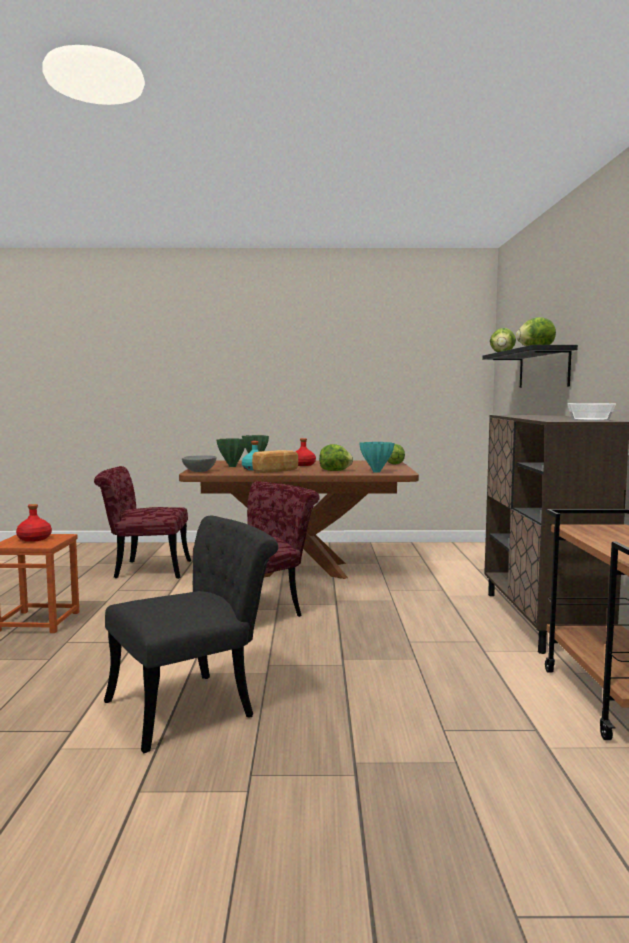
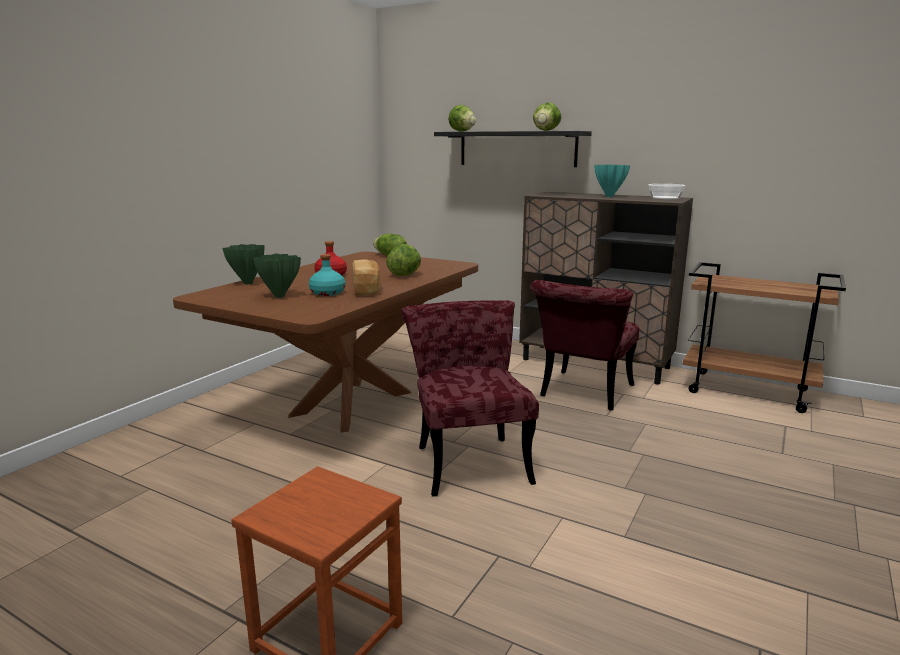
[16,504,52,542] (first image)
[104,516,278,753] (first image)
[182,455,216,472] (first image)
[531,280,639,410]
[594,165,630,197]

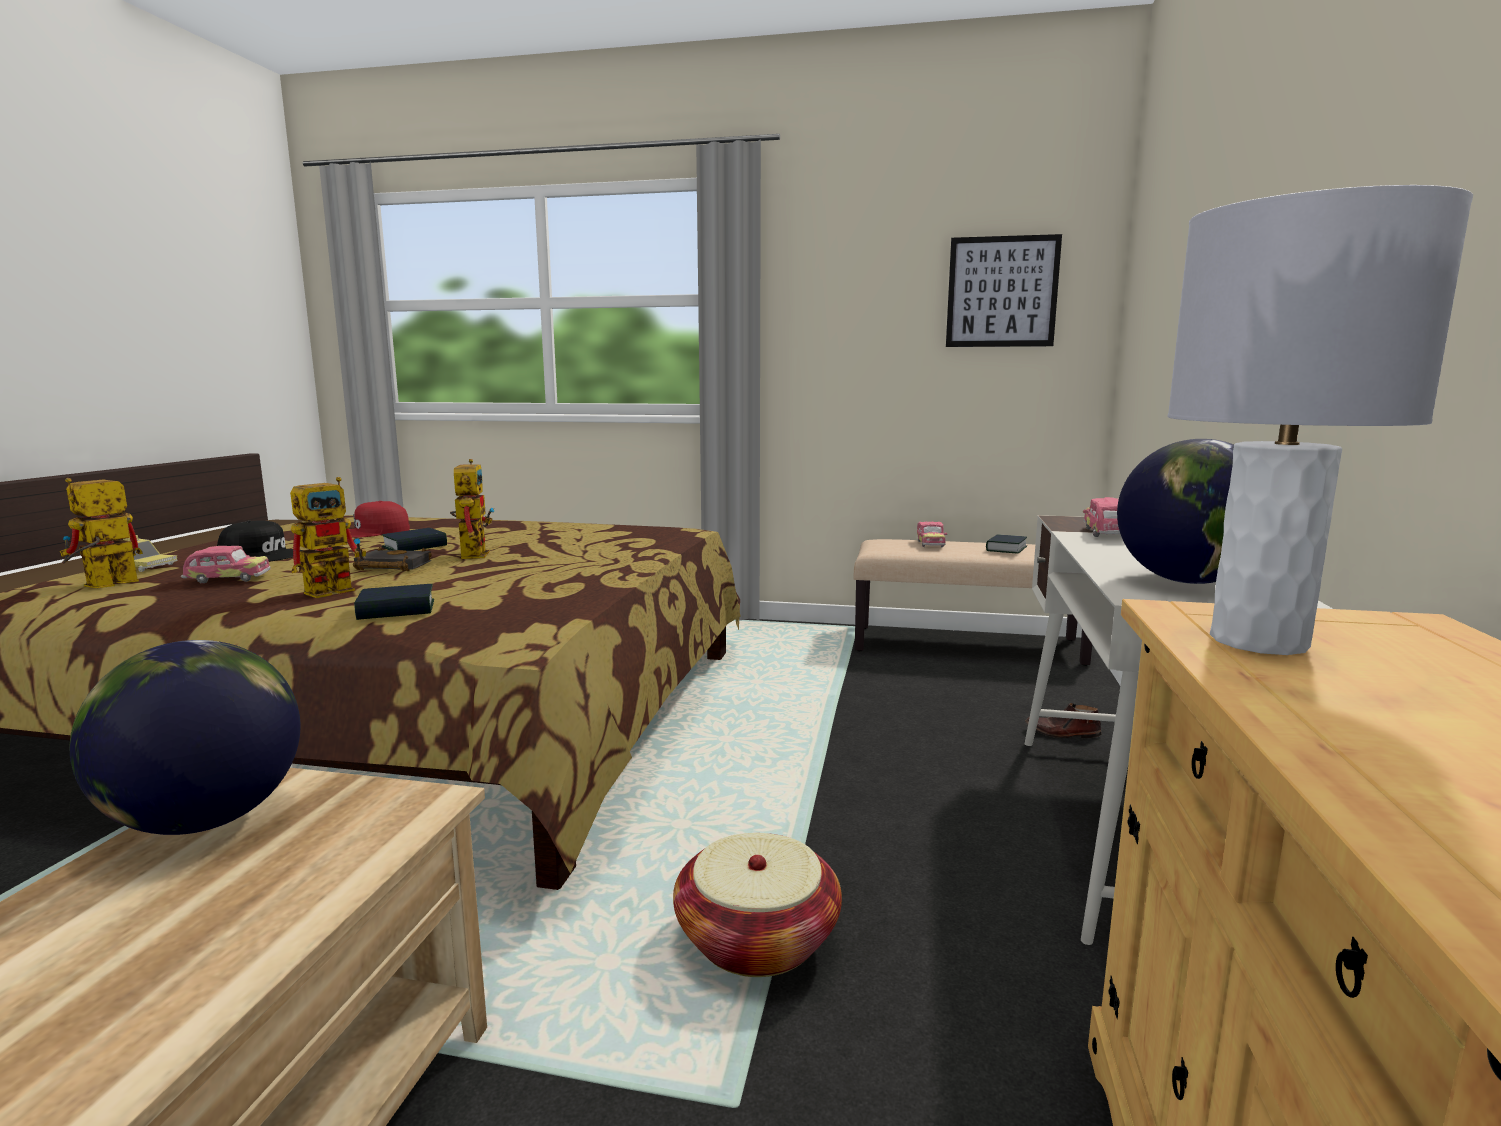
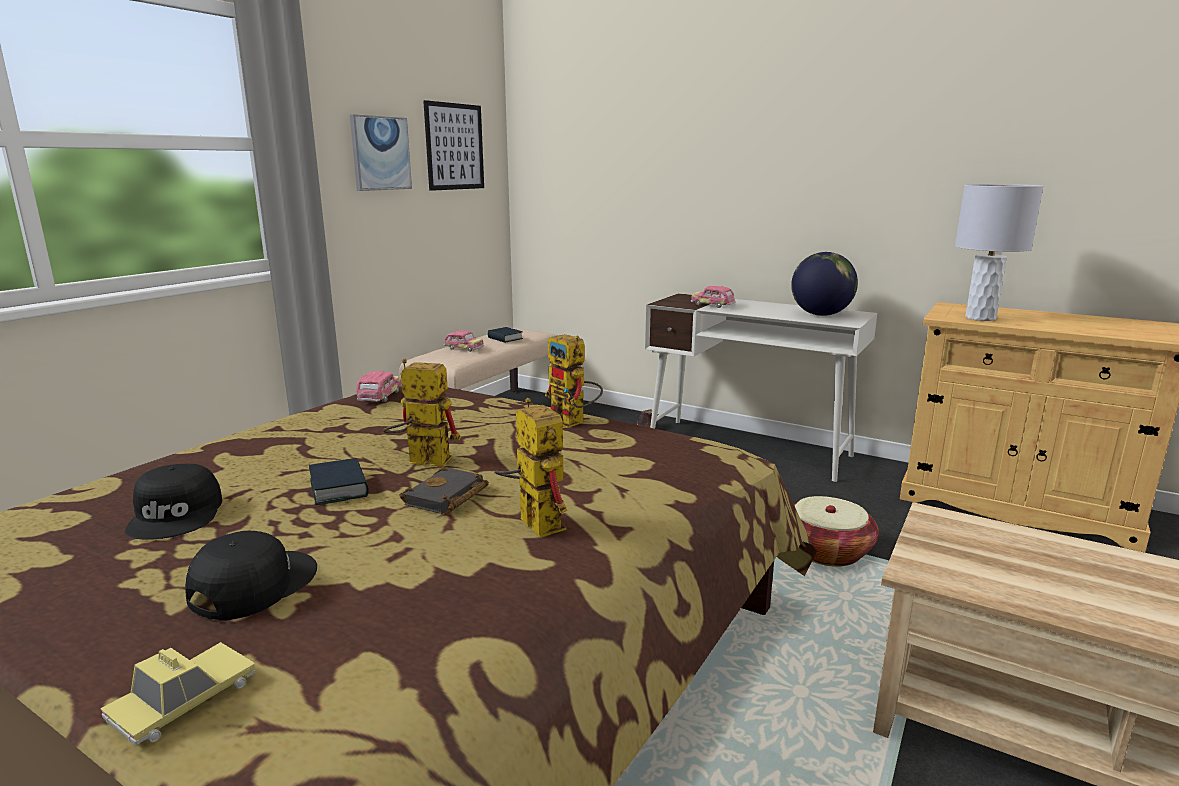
[69,640,300,835] (first image)
[354,584,434,620] (first image)
[350,114,412,191]
[545,334,603,428]
[356,371,402,402]
[125,464,222,540]

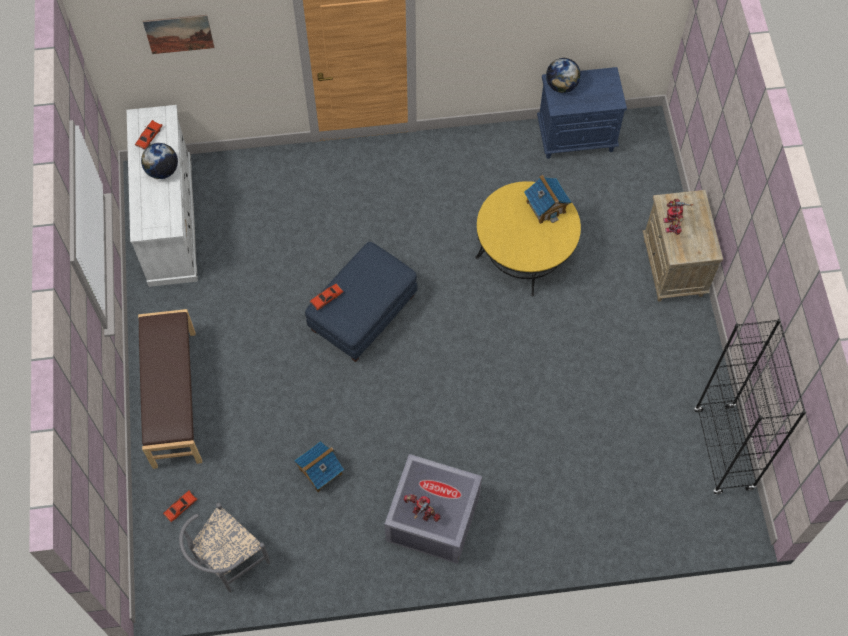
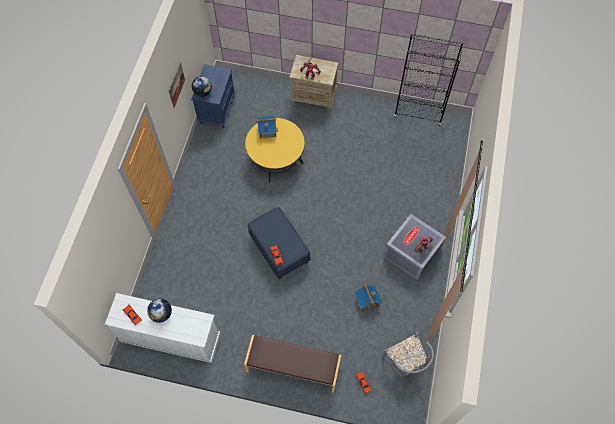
[169,62,185,108]

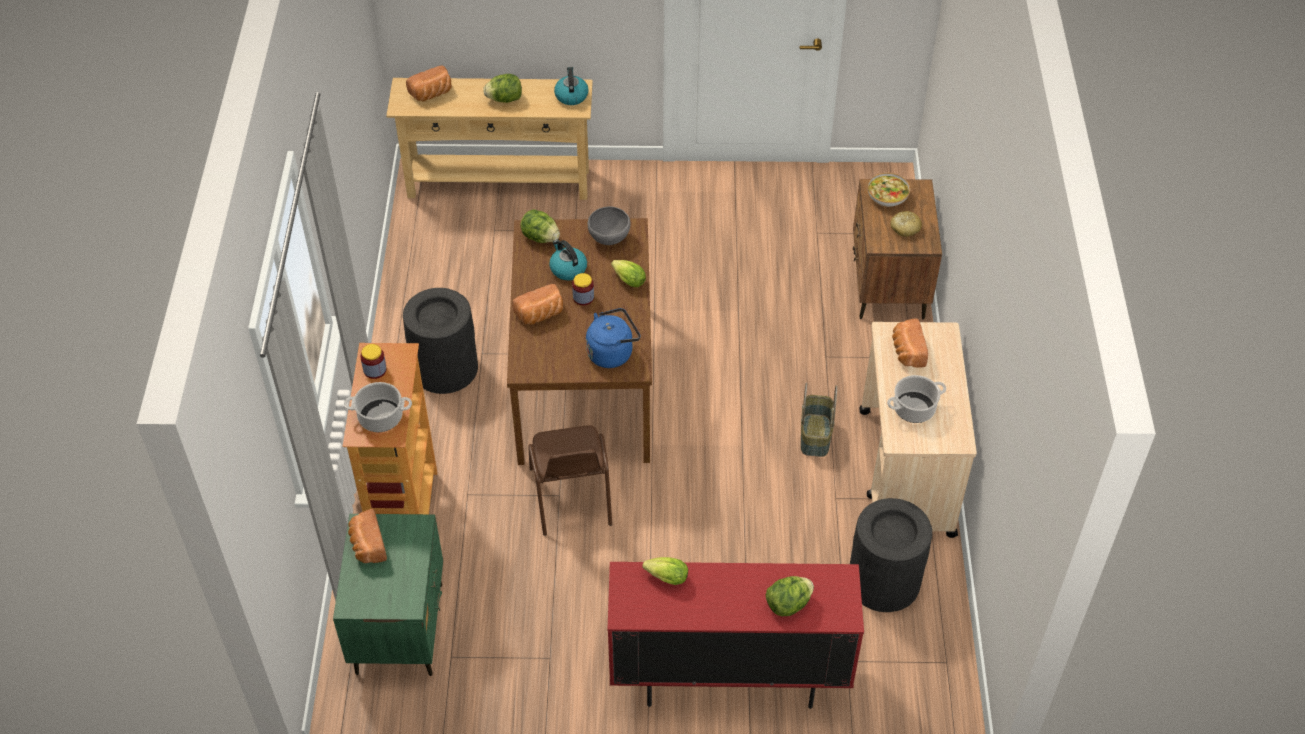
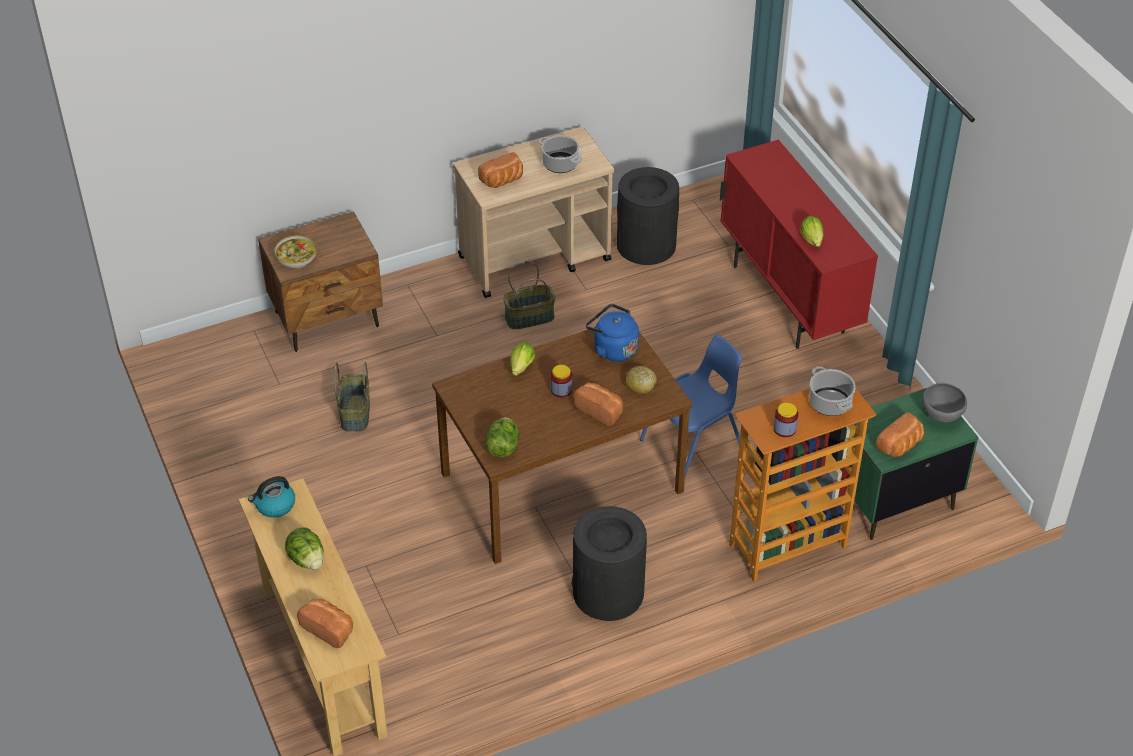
[549,240,587,280] (first image)
[766,576,814,616] (first image)
[334,362,370,432]
[922,383,967,422]
[625,366,657,394]
[640,334,742,477]

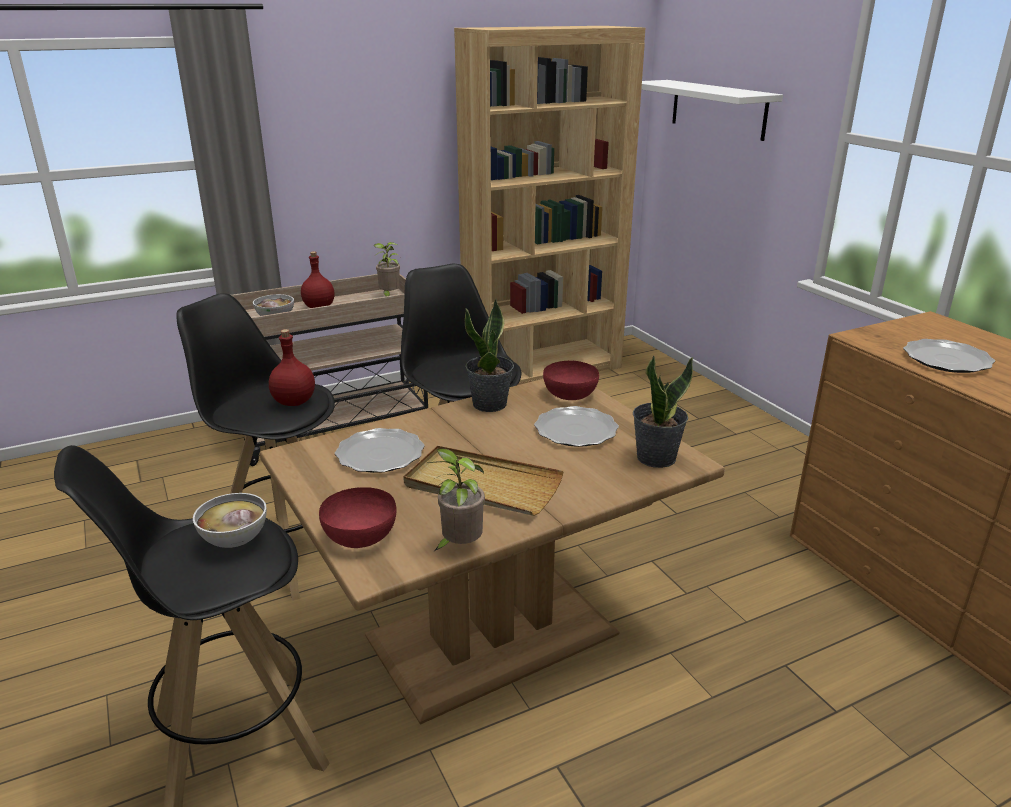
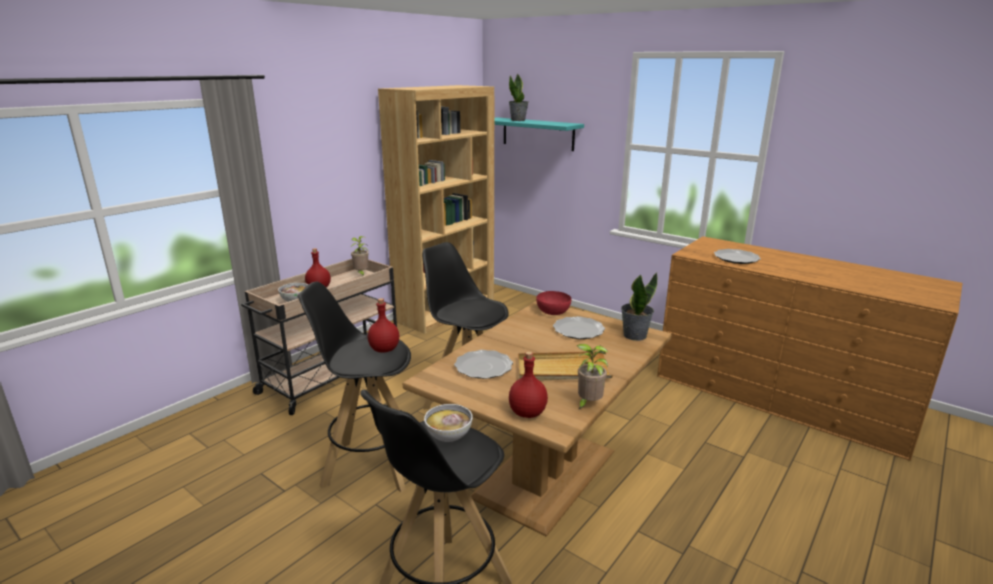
[509,74,528,121]
[509,351,548,418]
[494,117,584,151]

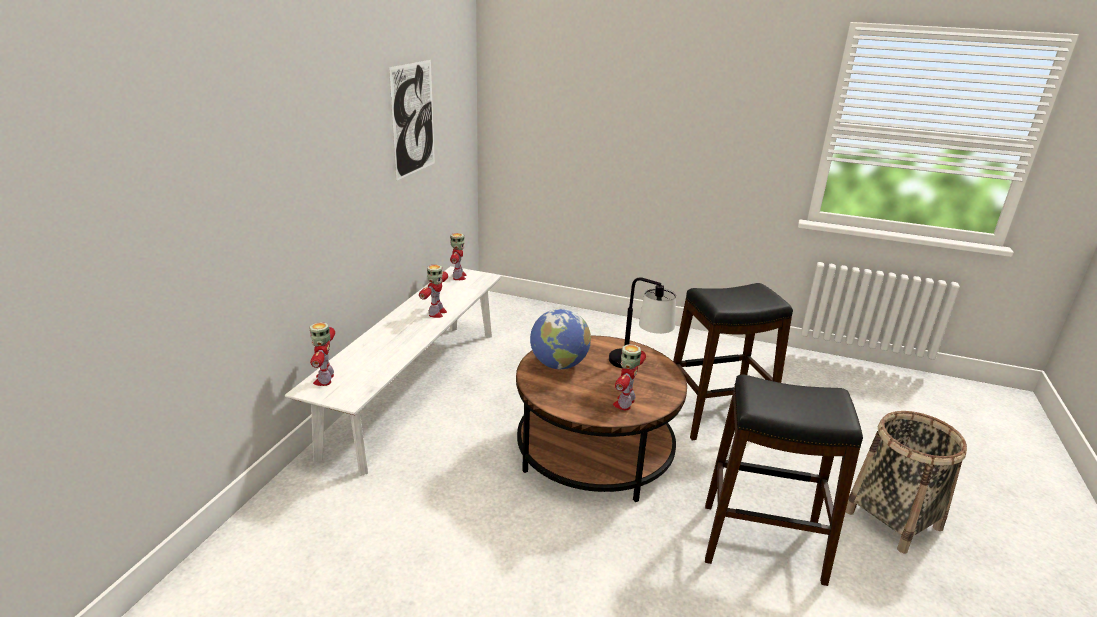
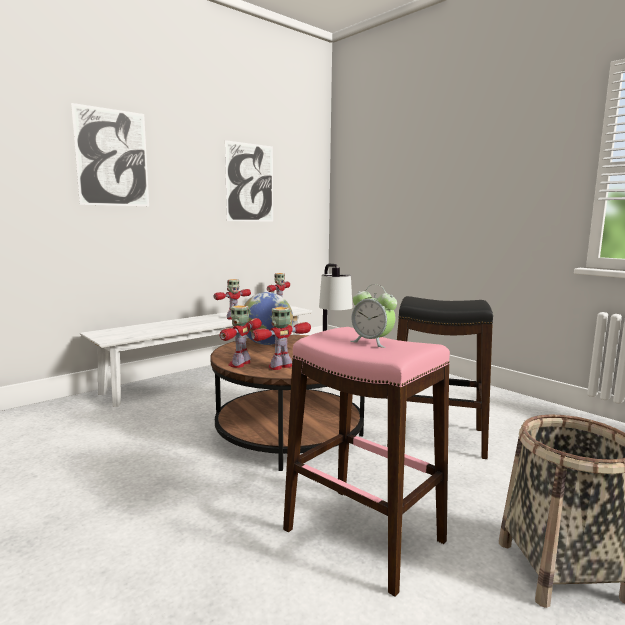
[71,103,149,206]
[350,285,397,348]
[220,305,262,368]
[283,327,450,597]

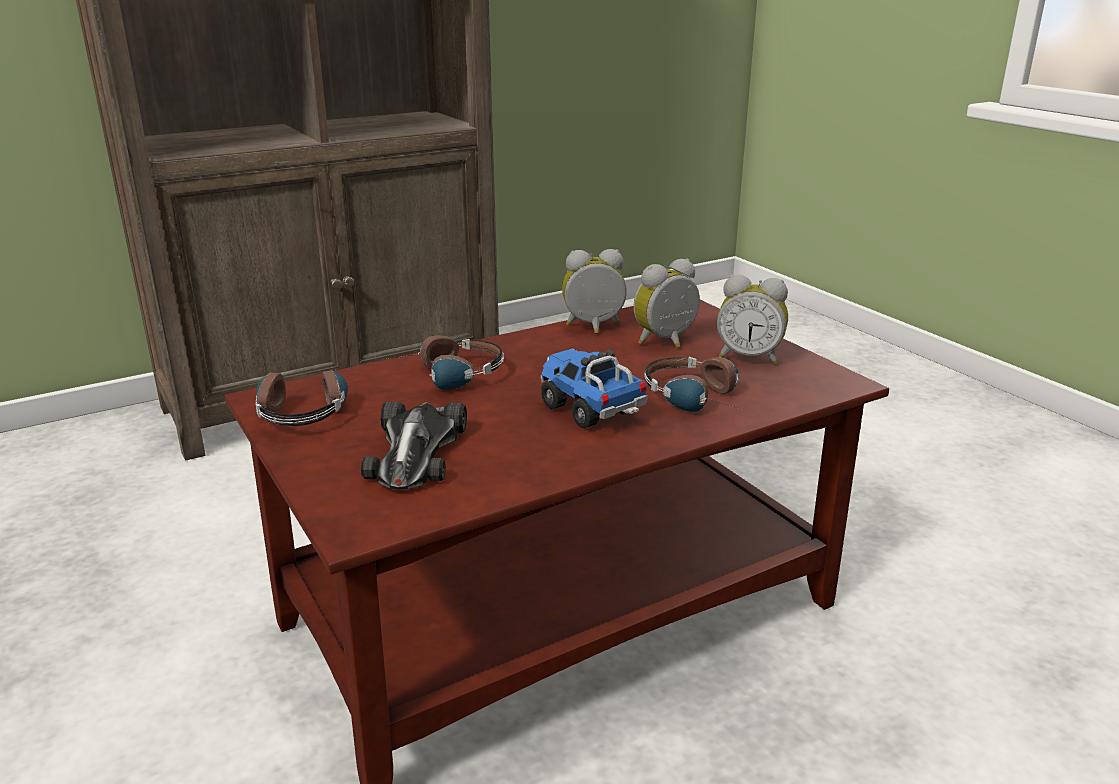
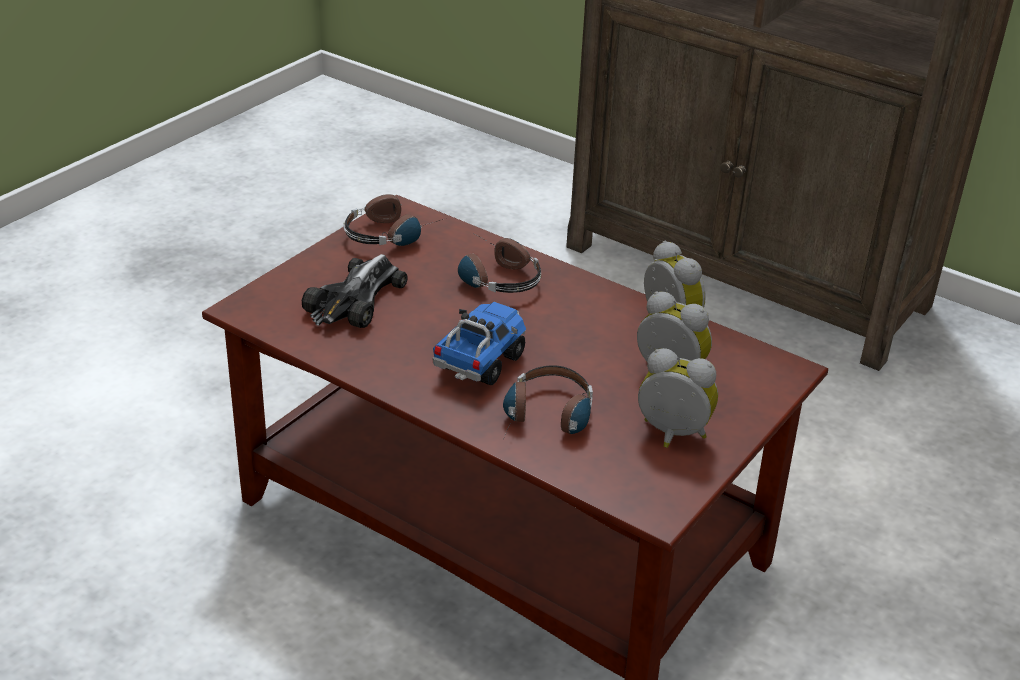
[302,254,408,328]
[638,348,718,448]

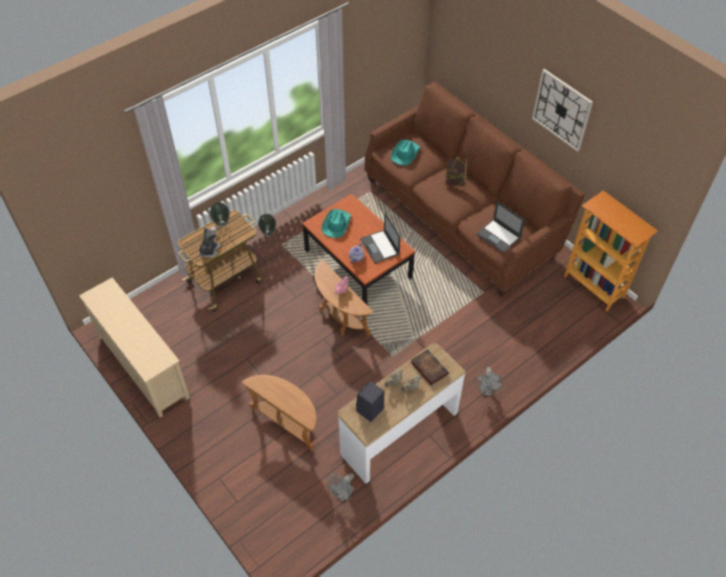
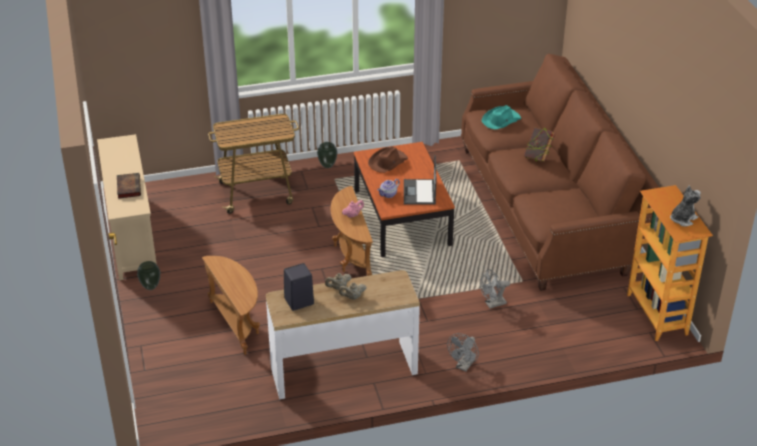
[476,201,525,253] (first image)
[532,69,593,152] (first image)
[670,185,701,227]
[137,261,160,290]
[480,269,510,309]
[117,173,141,199]
[368,146,408,173]

